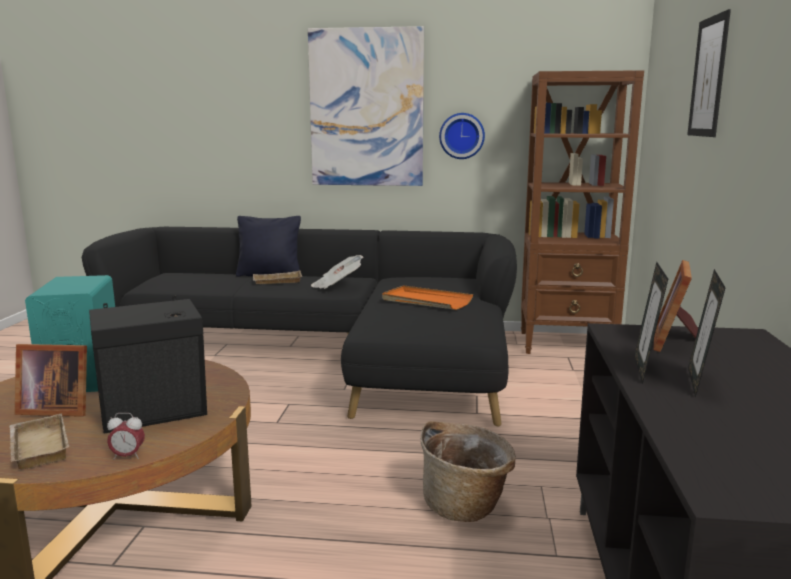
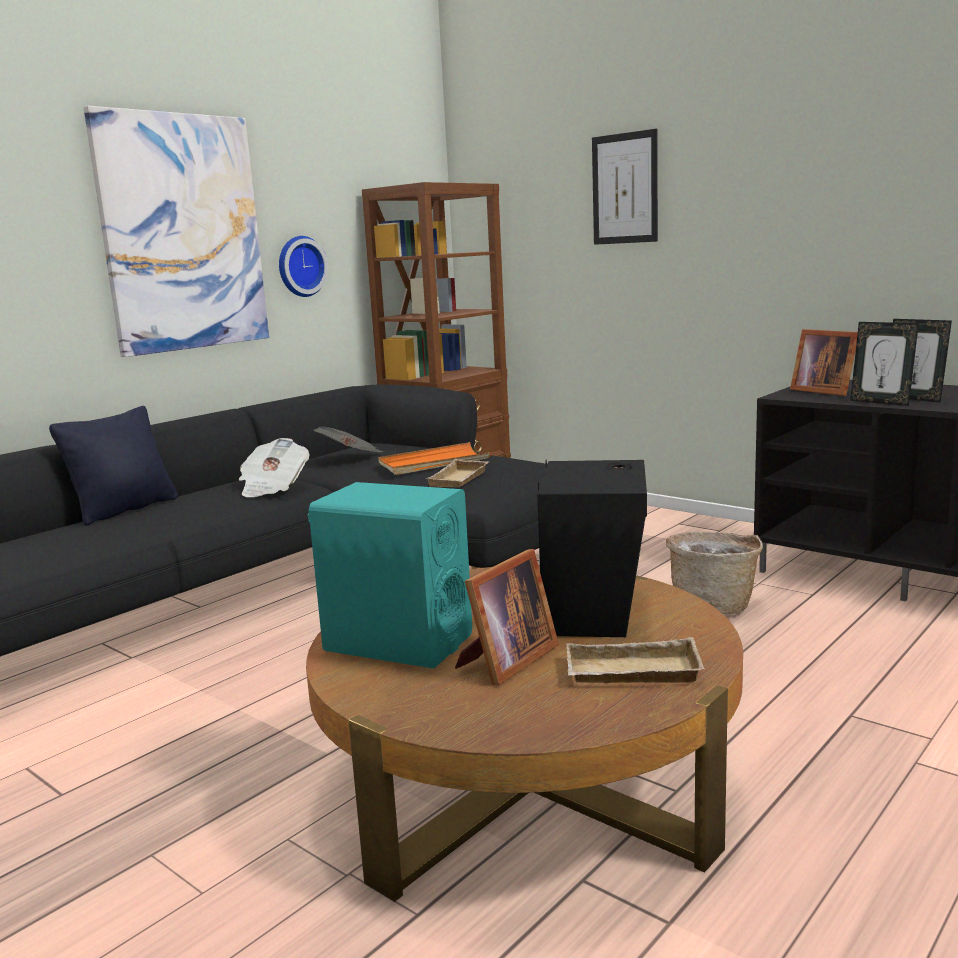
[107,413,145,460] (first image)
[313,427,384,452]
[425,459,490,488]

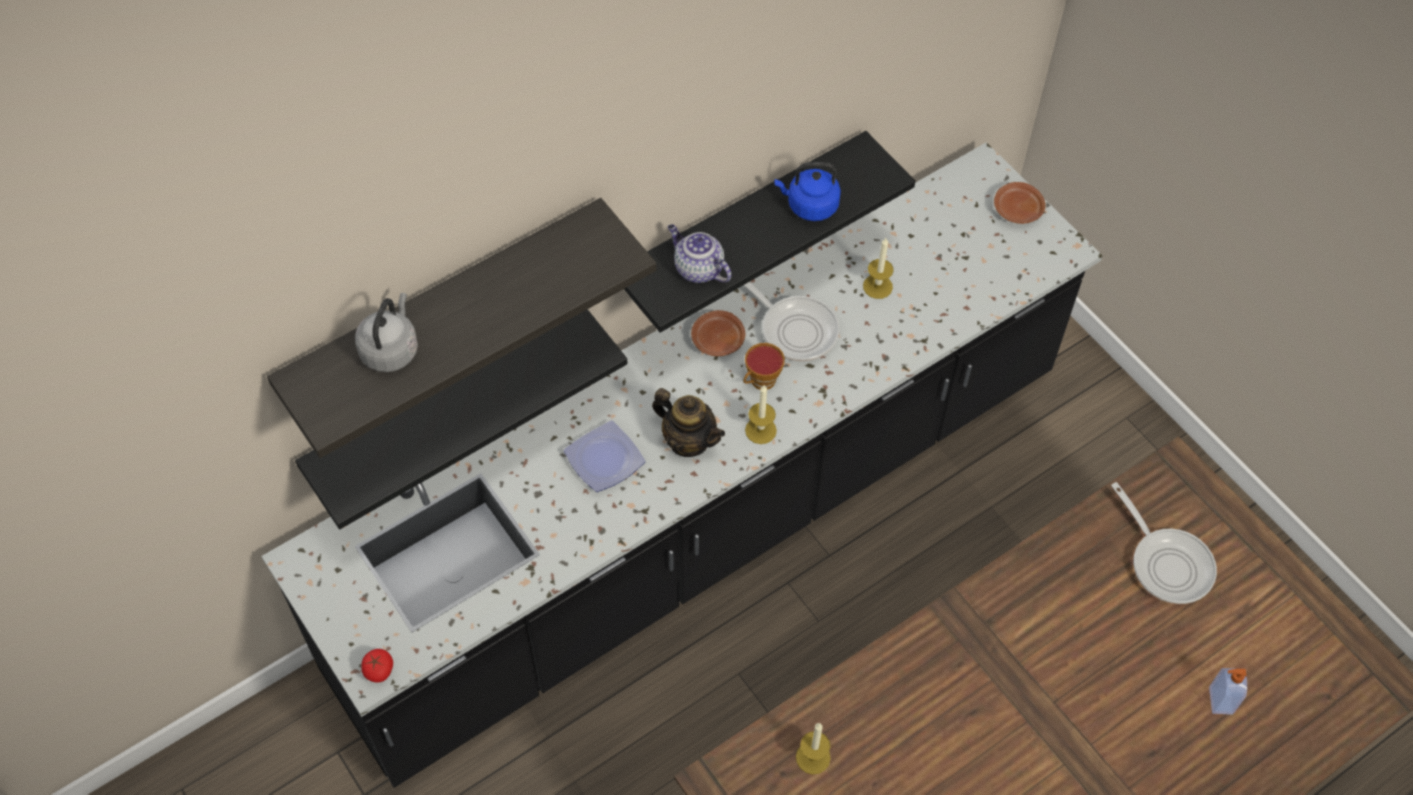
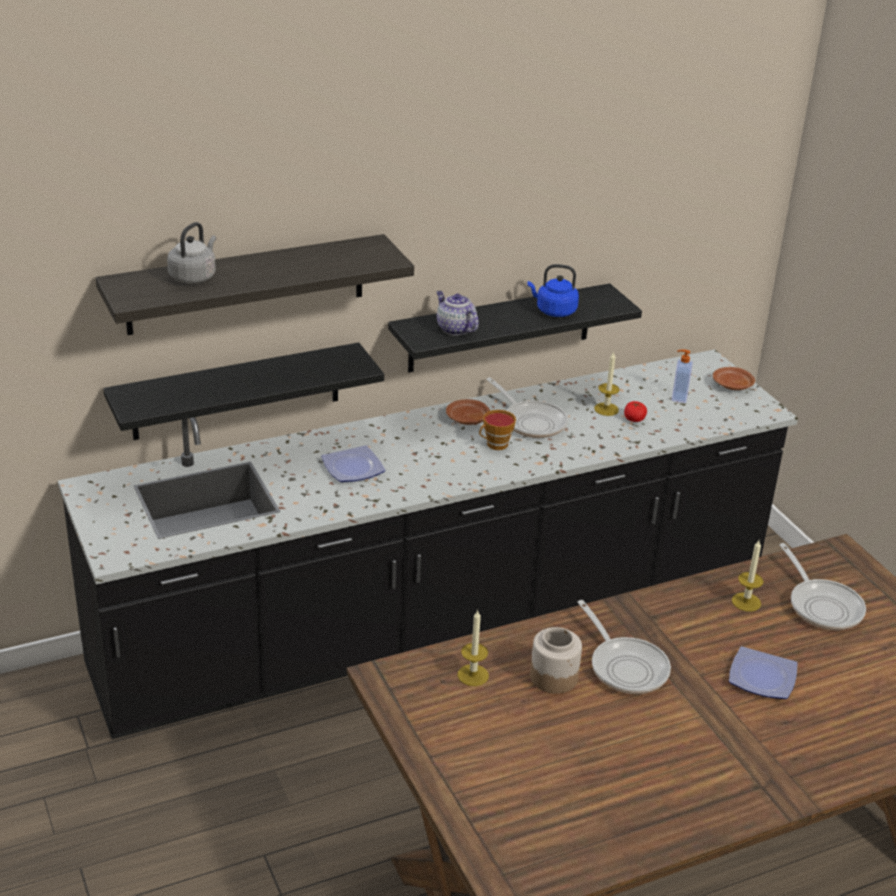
[652,388,725,457] (first image)
[530,627,582,694]
[577,600,671,694]
[729,646,798,699]
[624,401,647,422]
[732,540,764,612]
[672,349,693,403]

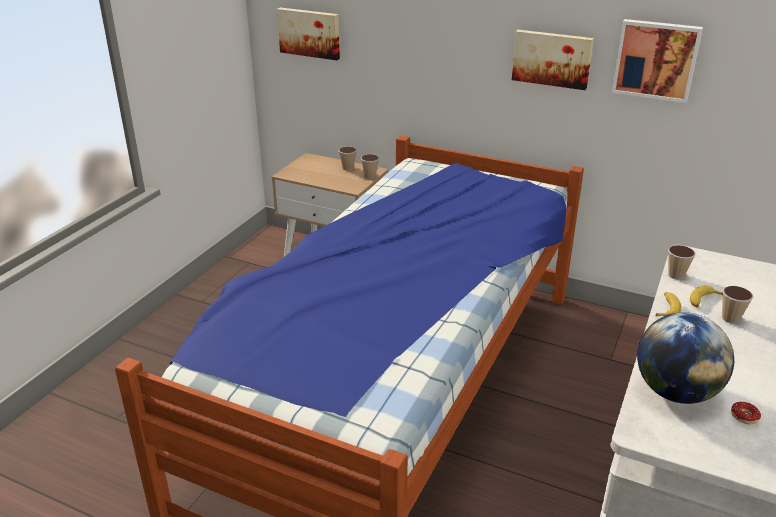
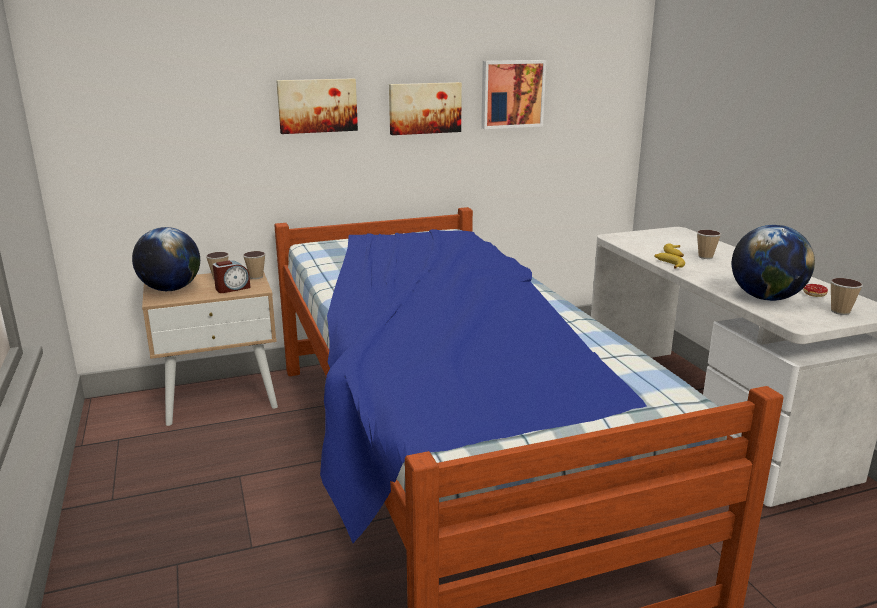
[132,227,200,291]
[213,260,251,293]
[276,78,358,134]
[831,278,863,315]

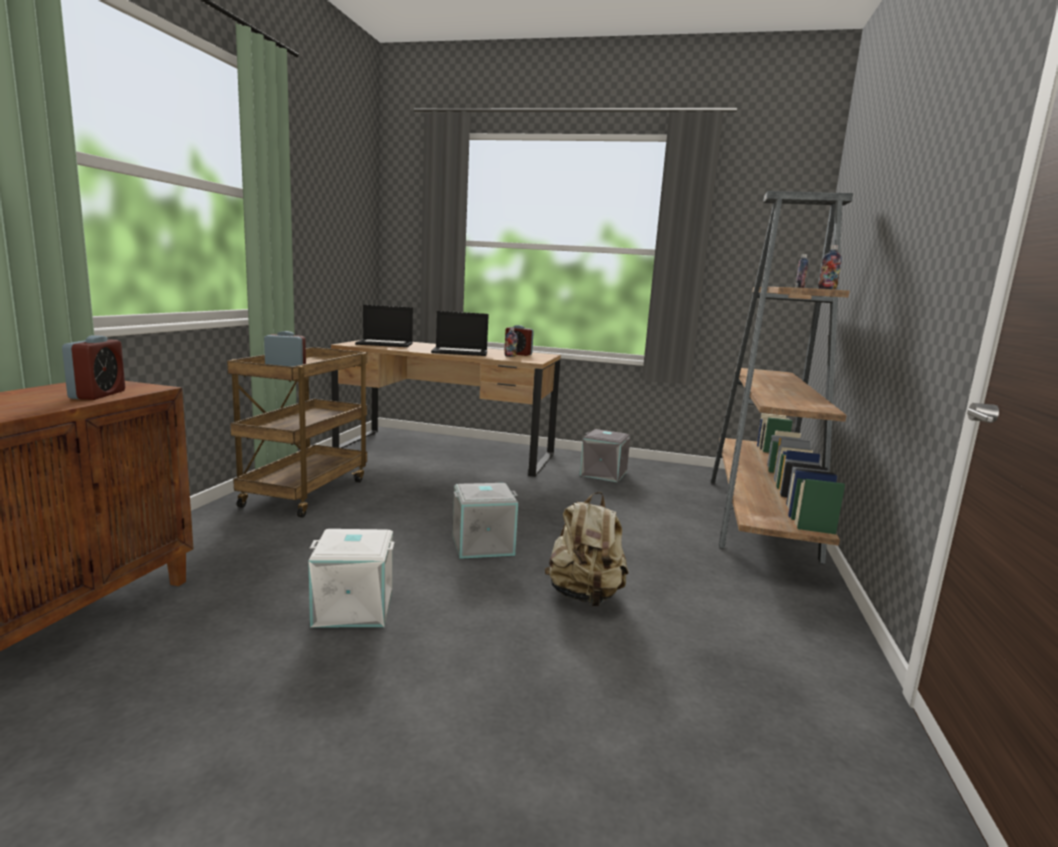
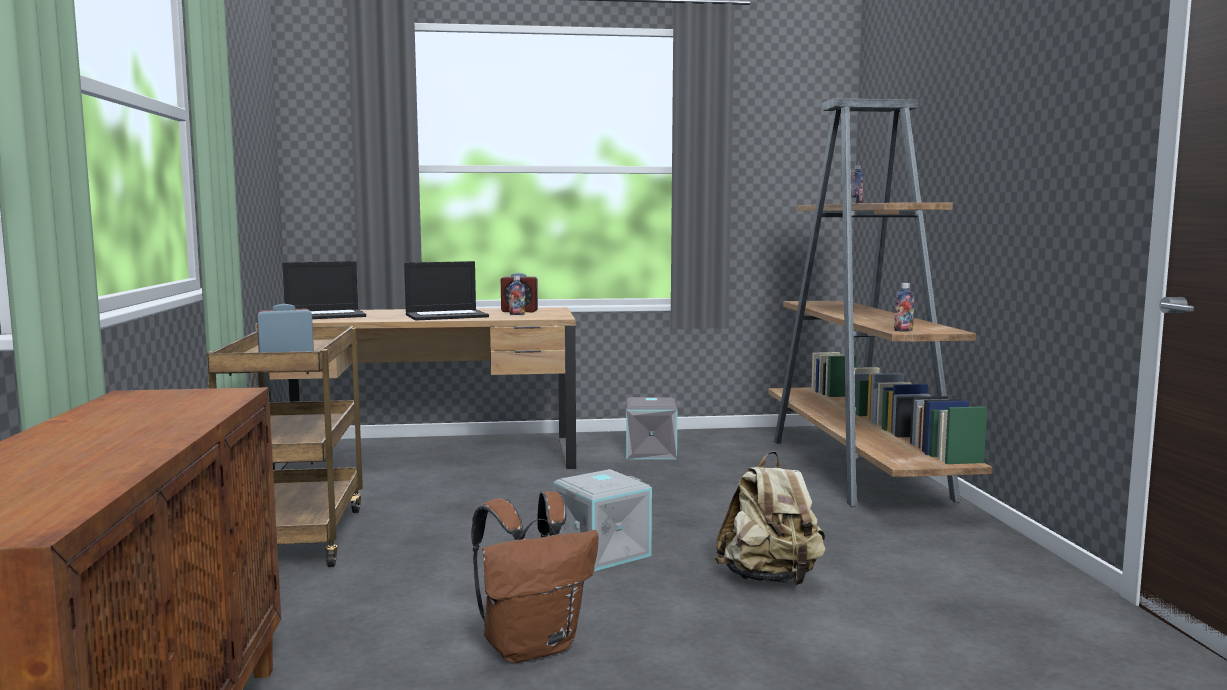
[62,335,125,400] (first image)
[894,283,914,332]
[471,491,599,663]

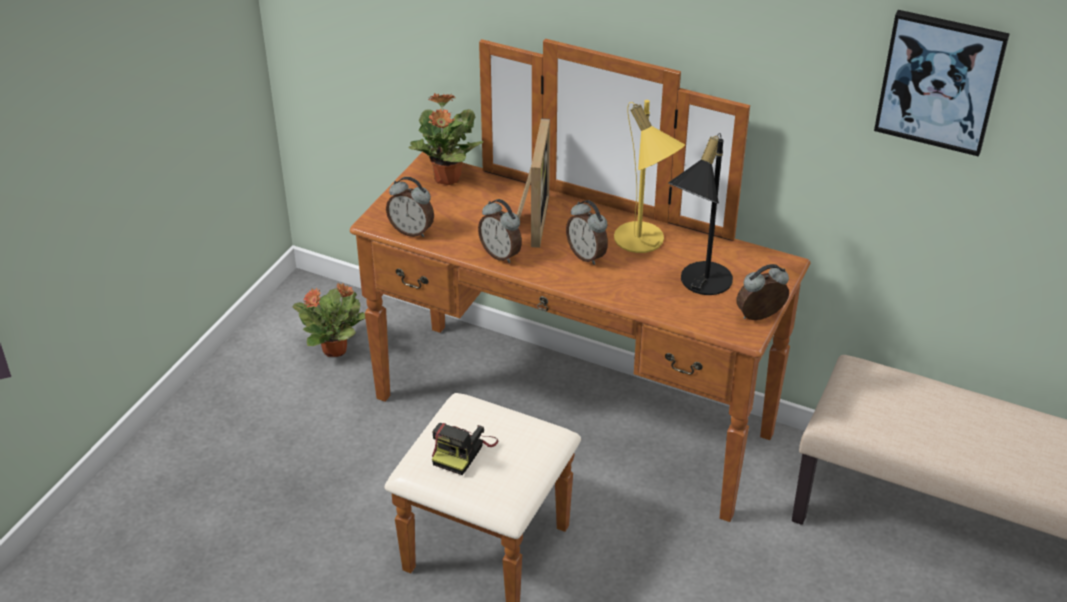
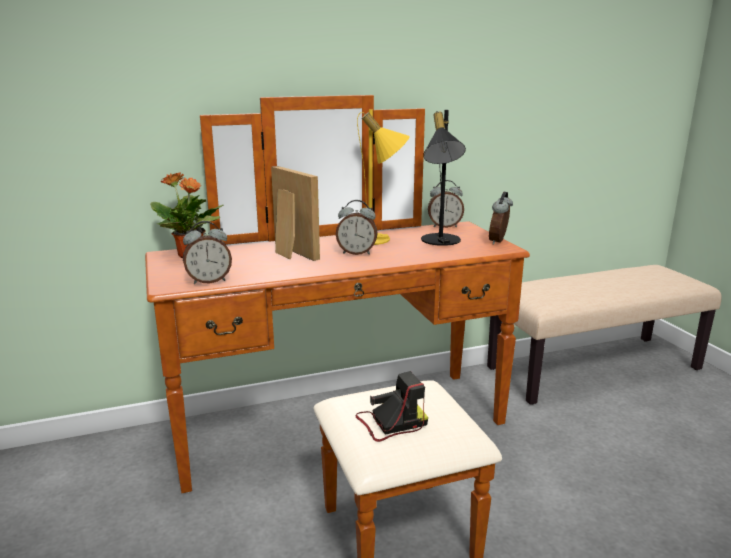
[293,283,365,357] (first image)
[874,10,1010,157] (first image)
[428,180,464,228]
[356,371,428,442]

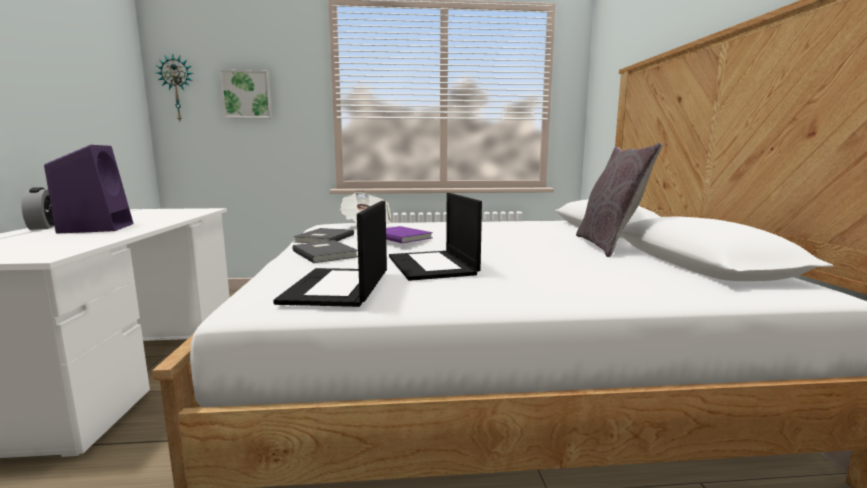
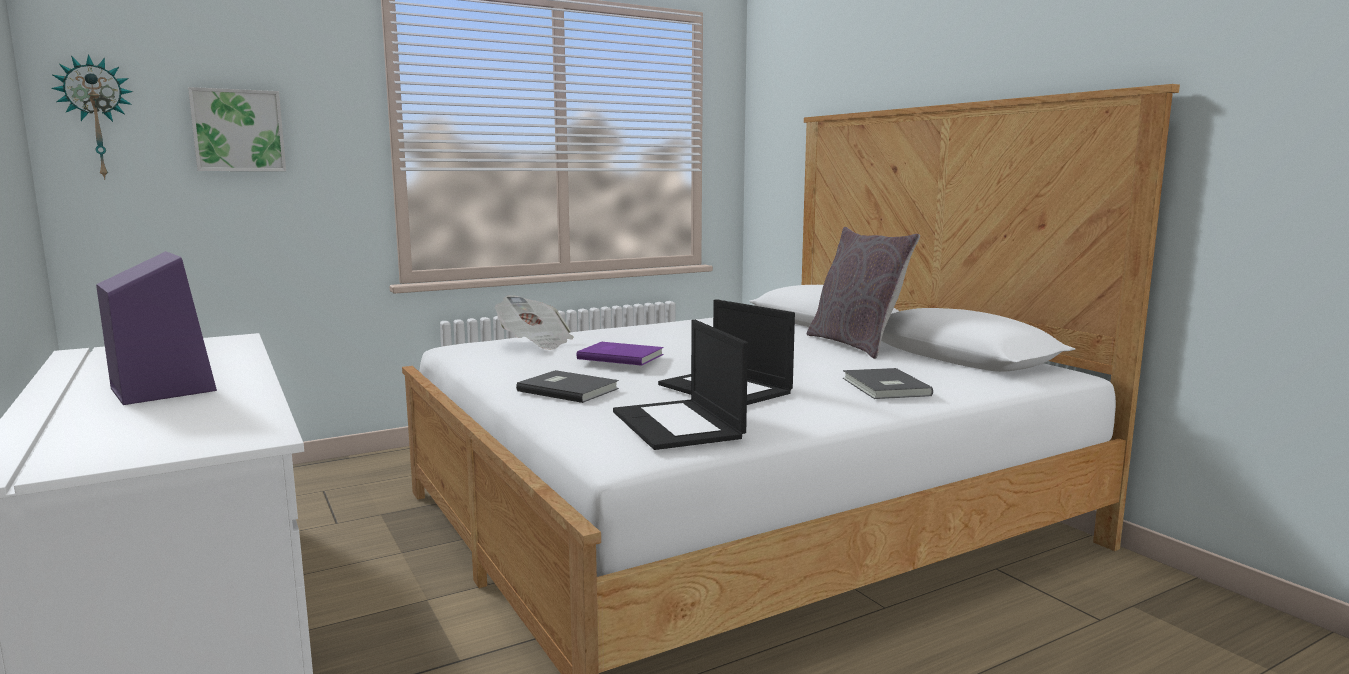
[22,187,55,230] (first image)
[843,368,933,399]

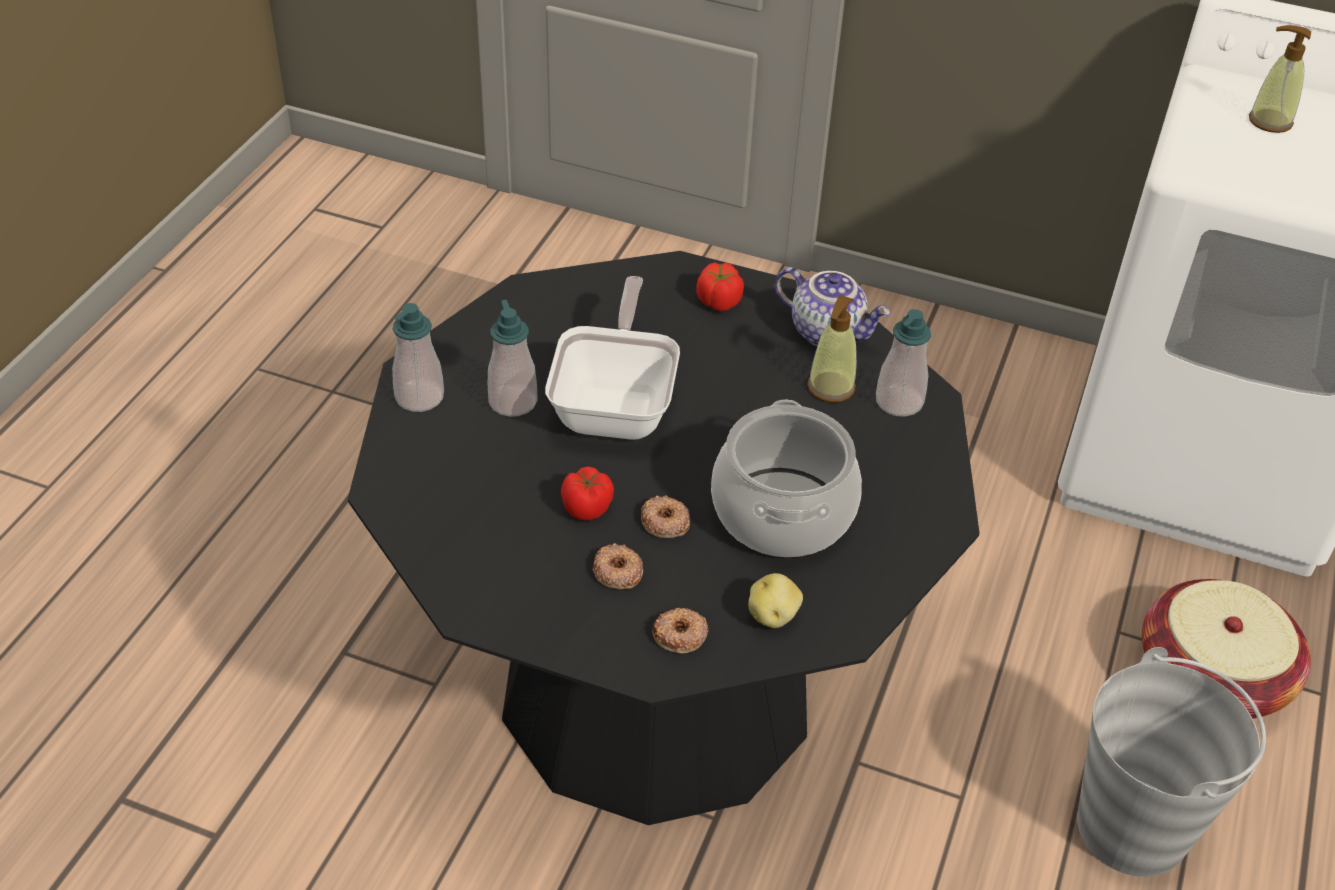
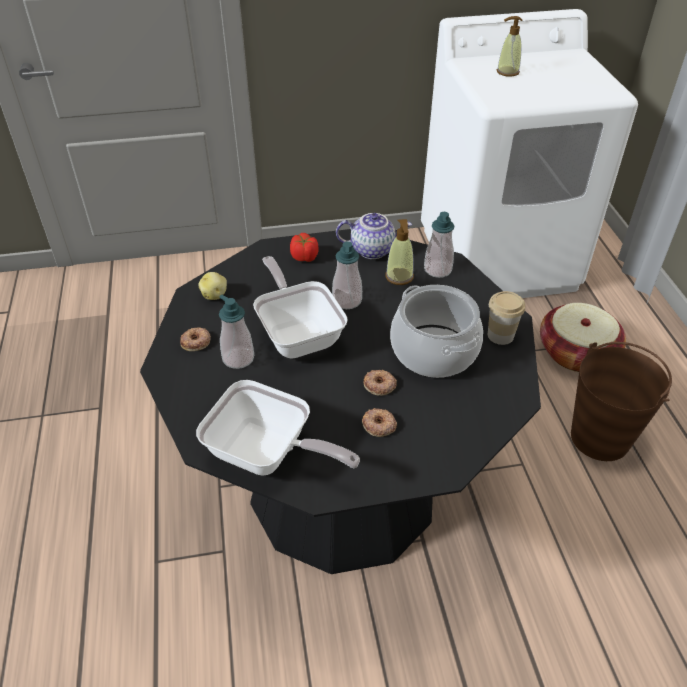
[561,466,614,520] (first image)
[196,380,360,476]
[488,291,525,345]
[332,241,362,309]
[180,327,211,351]
[198,272,227,300]
[571,342,672,461]

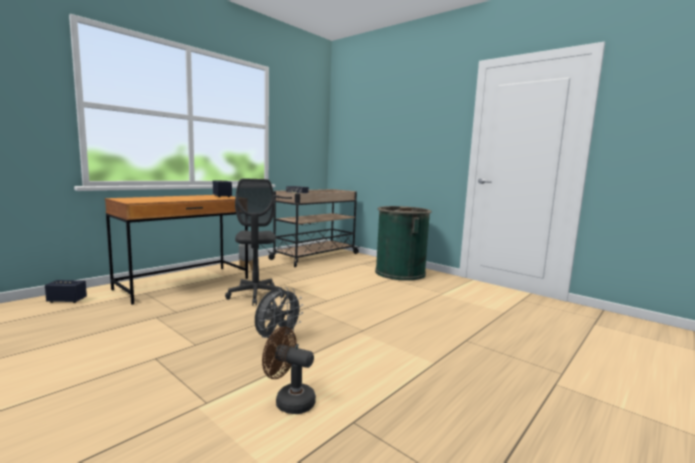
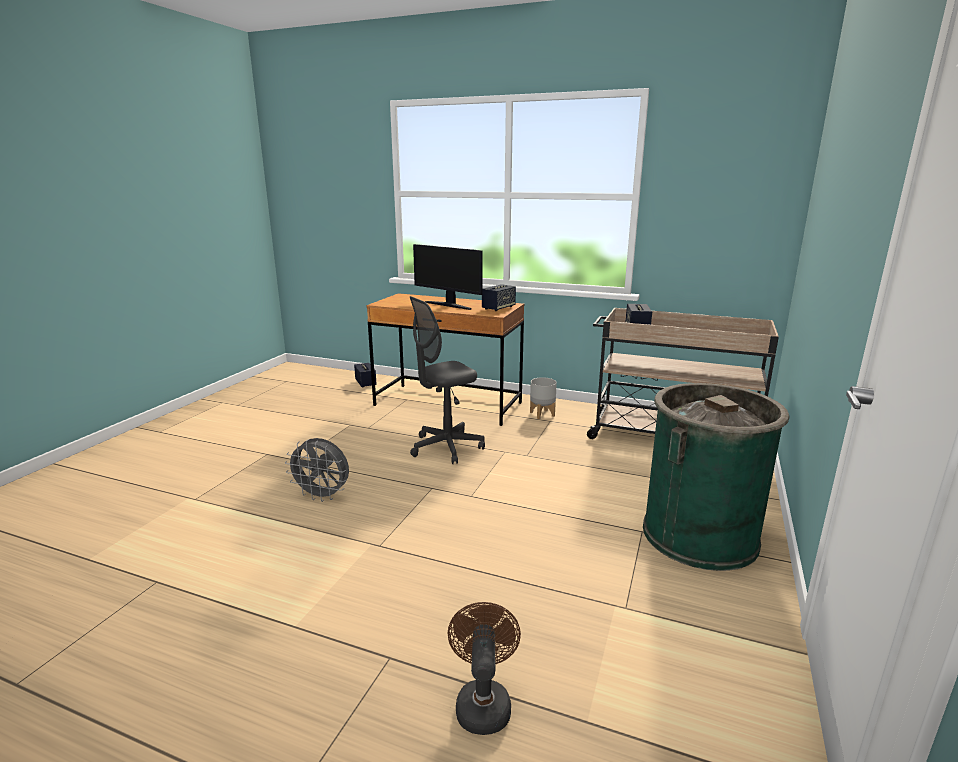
[413,244,483,310]
[448,602,521,735]

